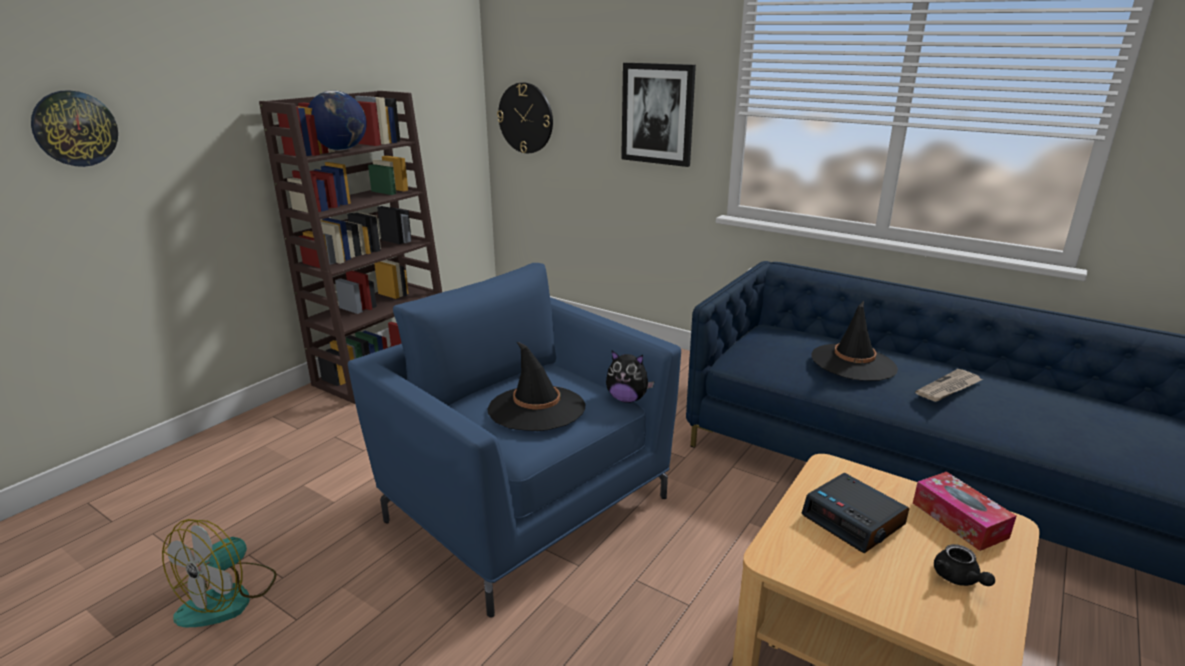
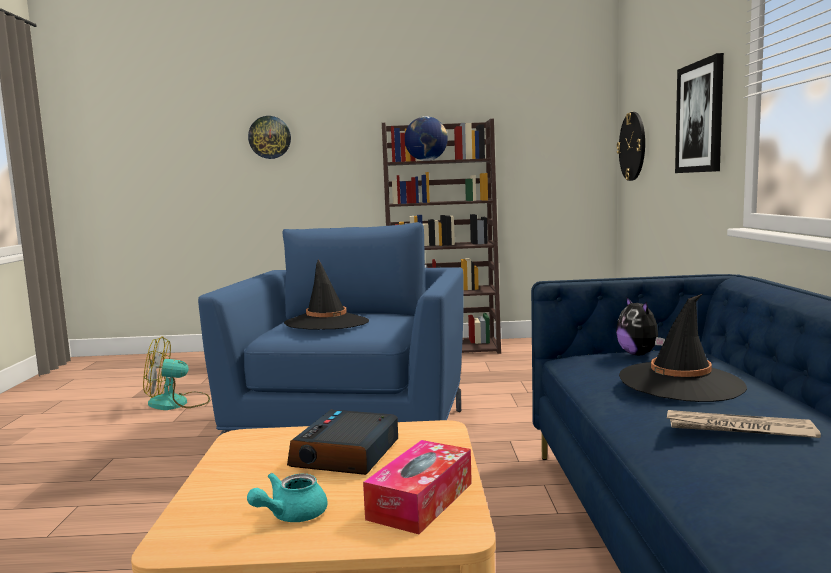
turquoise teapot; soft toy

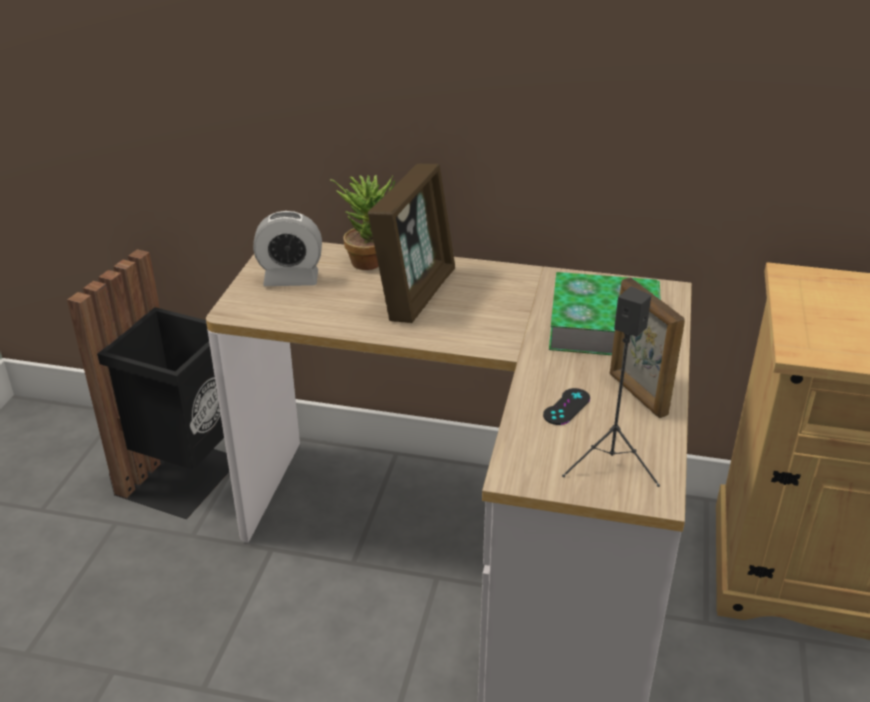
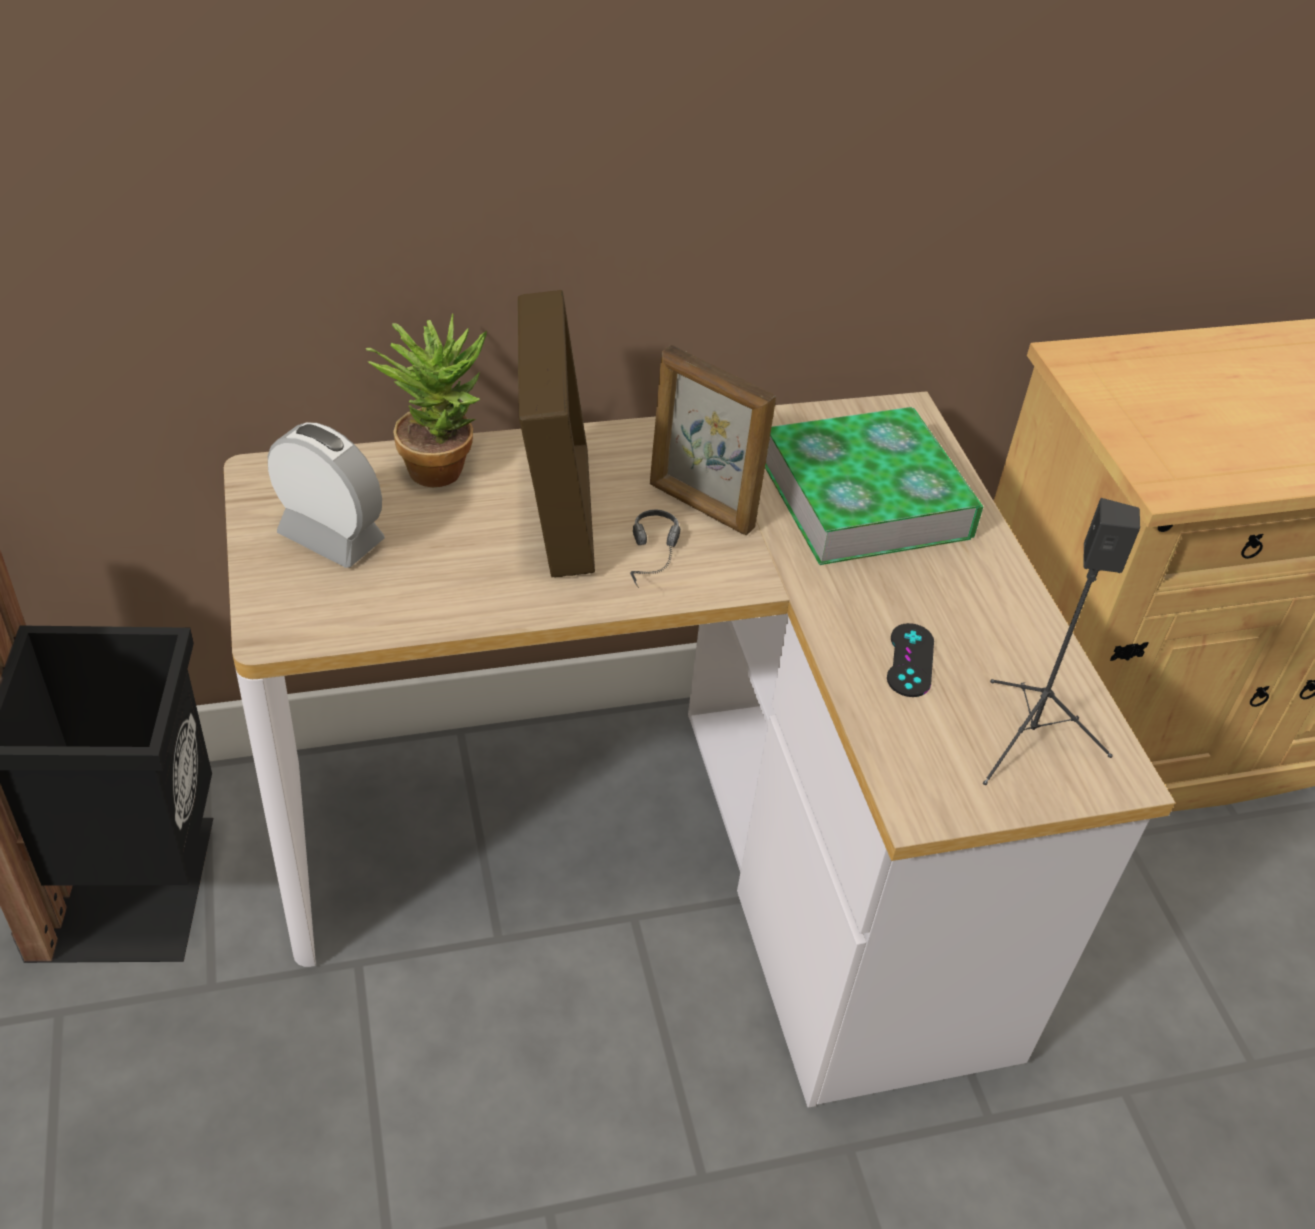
alarm clock; pair of headphones; picture frame (no. 2 from left)

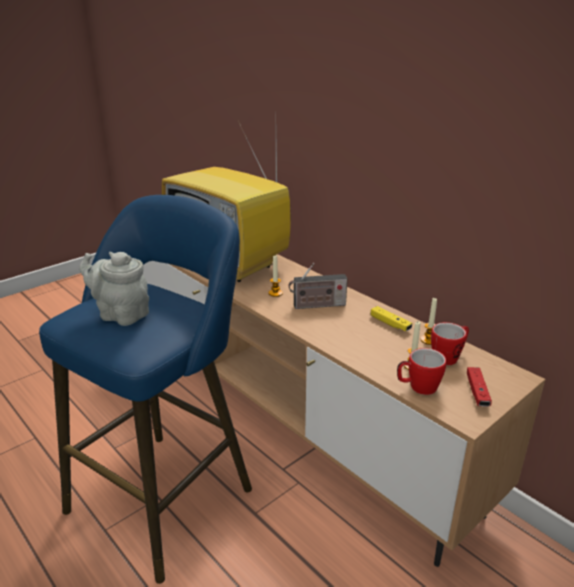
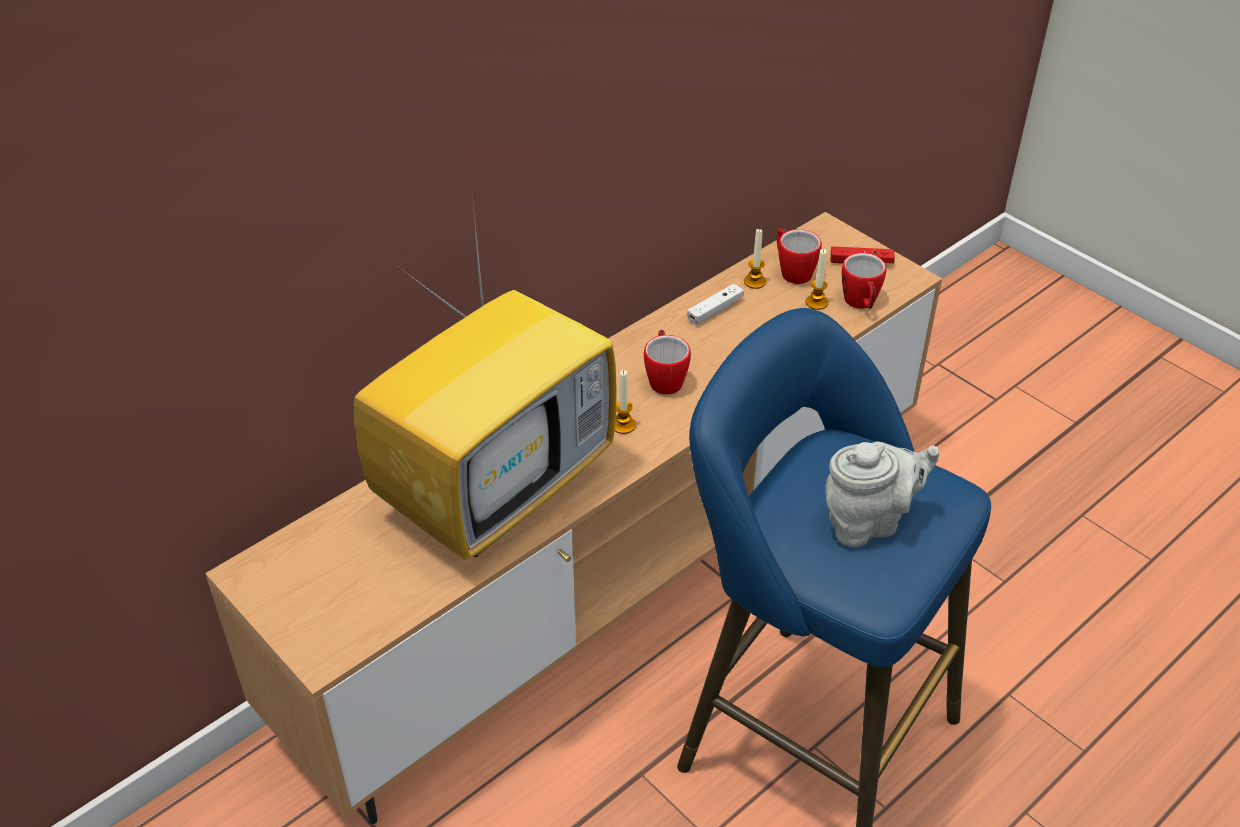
tea mug (no. 1 from left); white-coloured joypad; greyish teapot

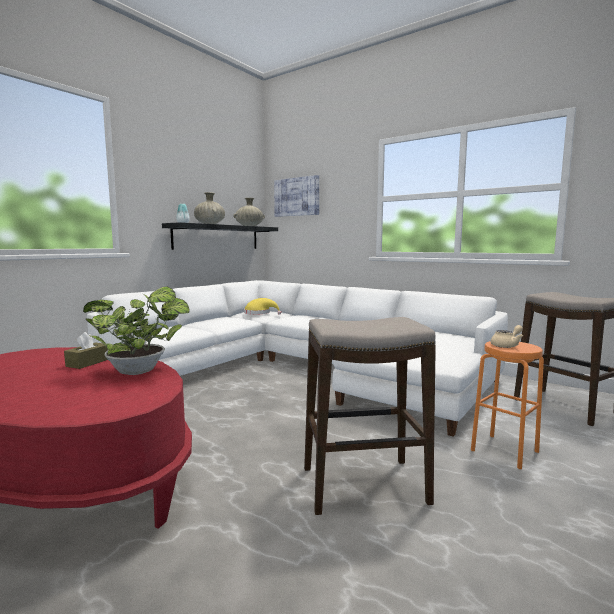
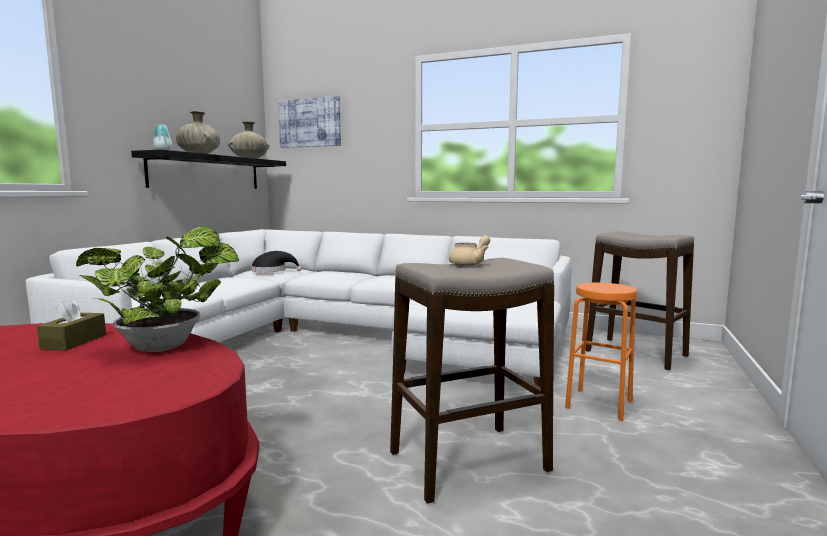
blackish clothing hat; beige-coloured teapot

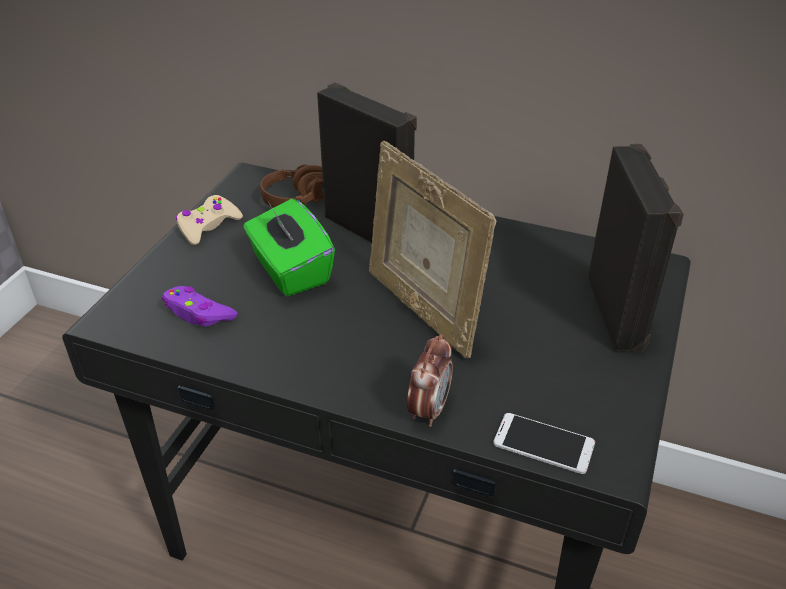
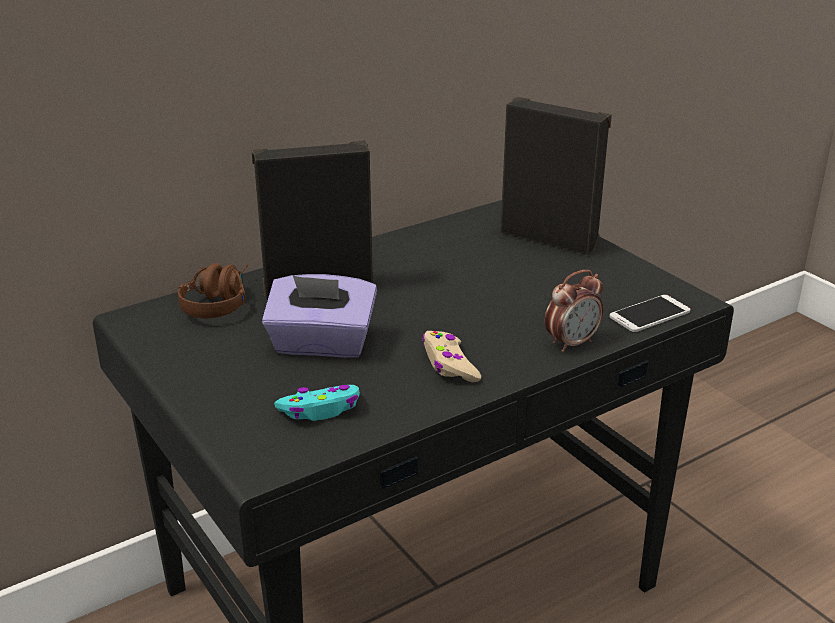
purplish tissue holder; turquoise joypad; beige-coloured joypad; alarm clock; picture frame

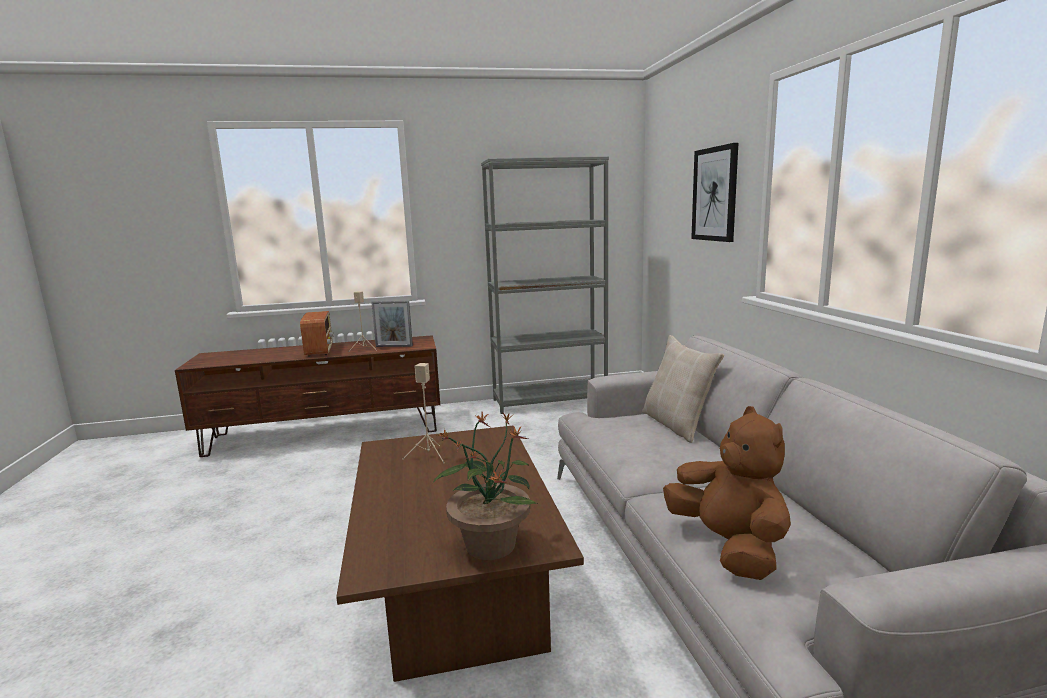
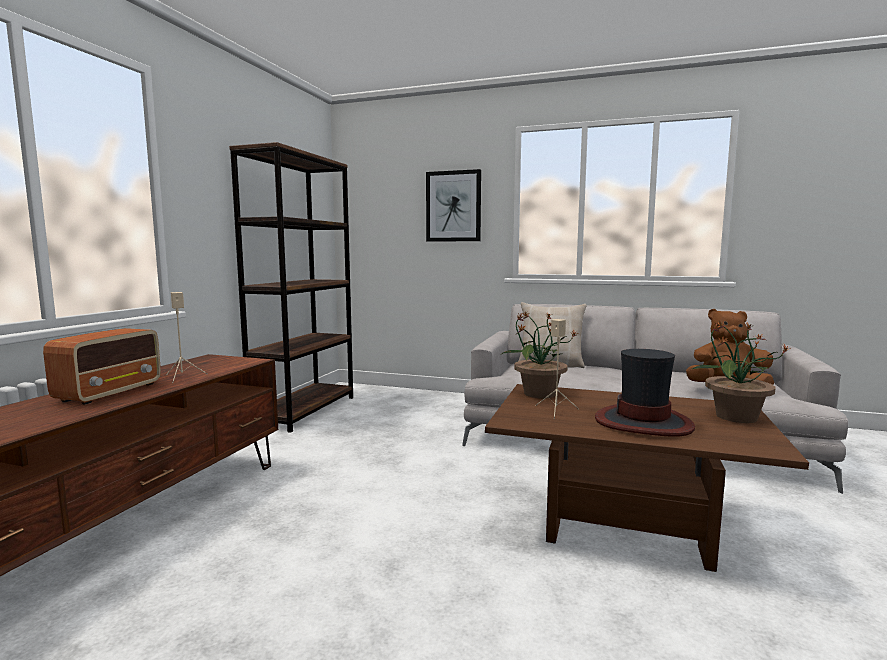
radio receiver; brown shelving unit; potted plant (no. 1 from left); clothing hat; picture frame

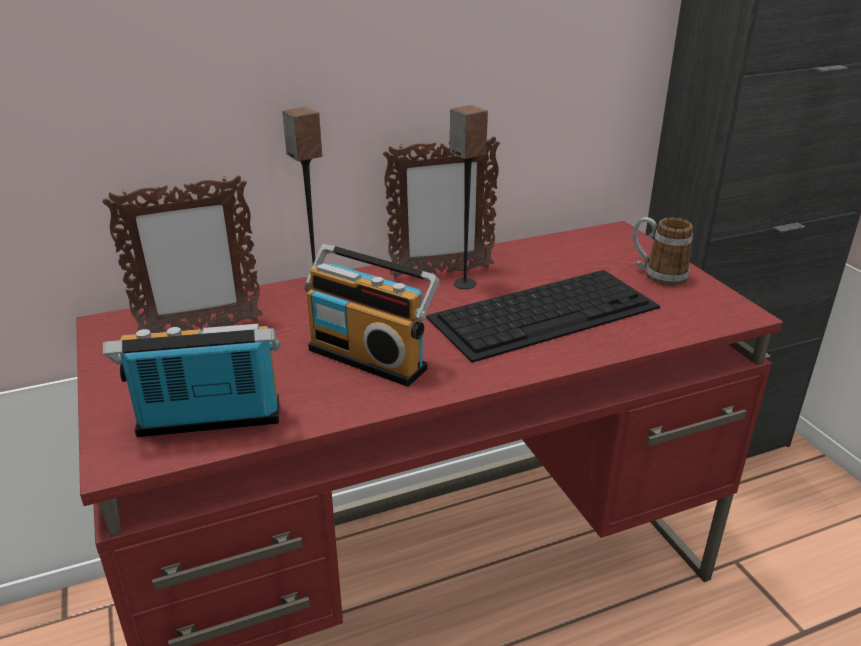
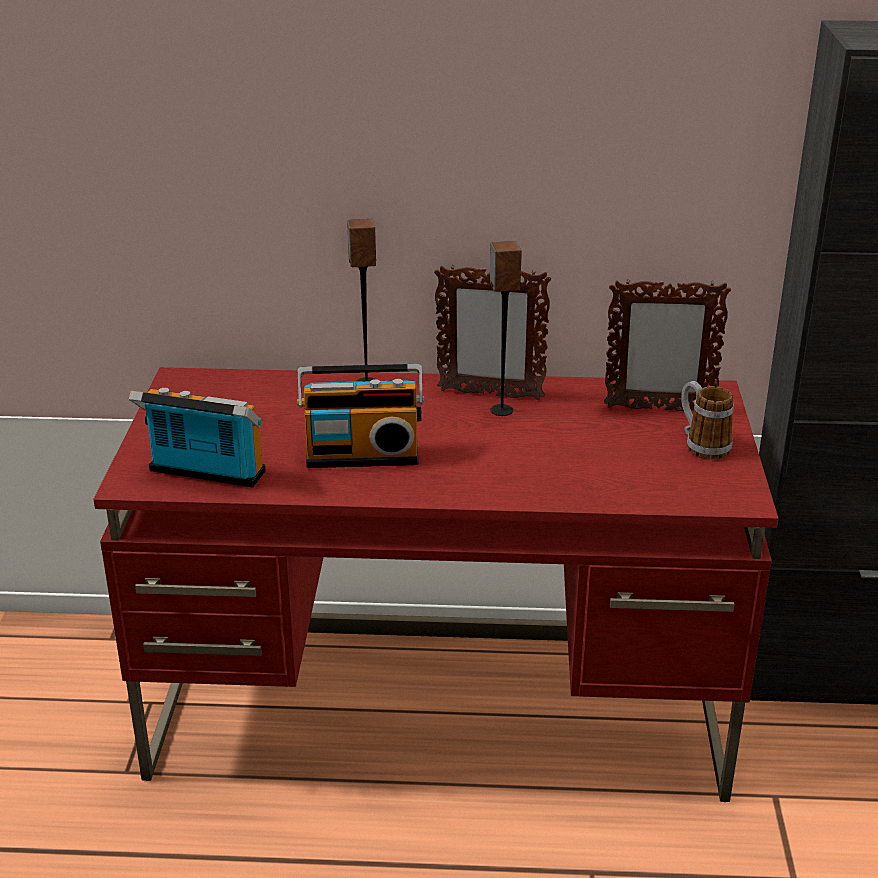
radio receiver (no. 2 from left); picture frame (no. 2 from left); keyboard

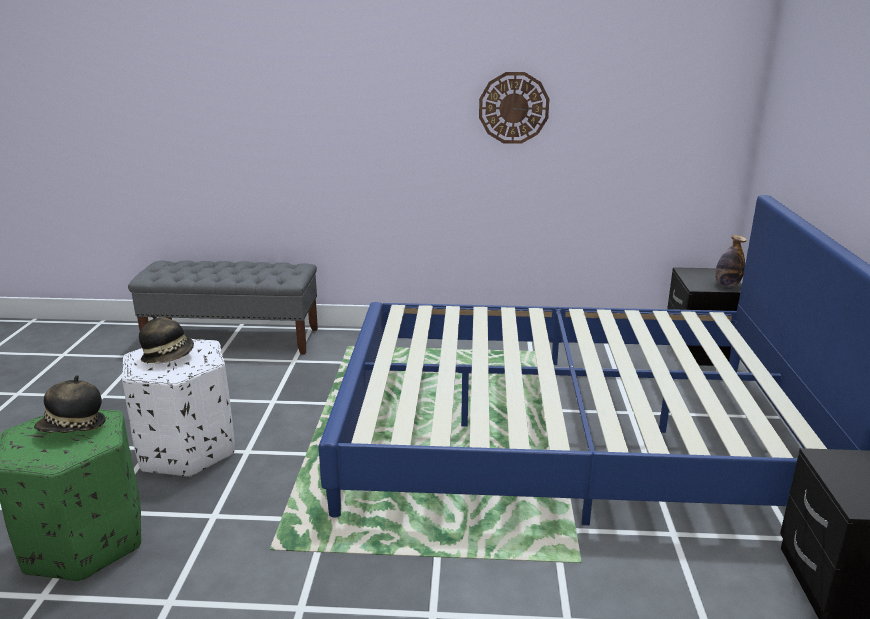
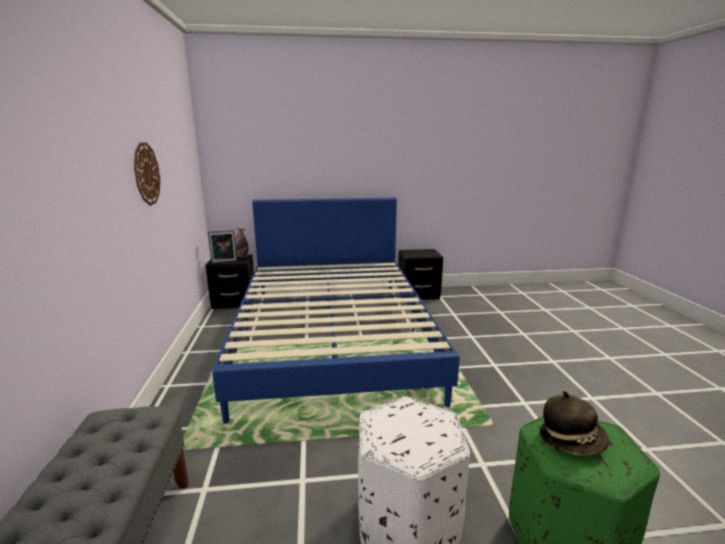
picture frame; clothing hat (no. 2 from left in the first image)

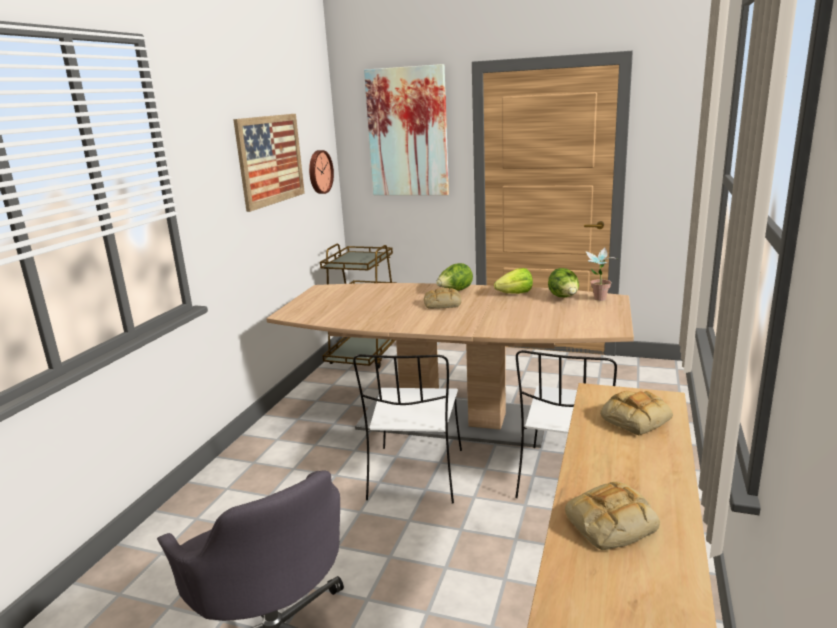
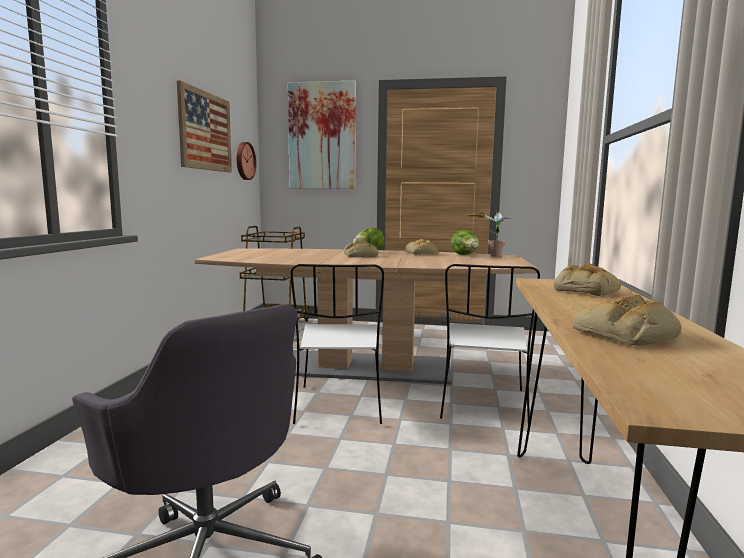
baked bread (no. 2 from left)

